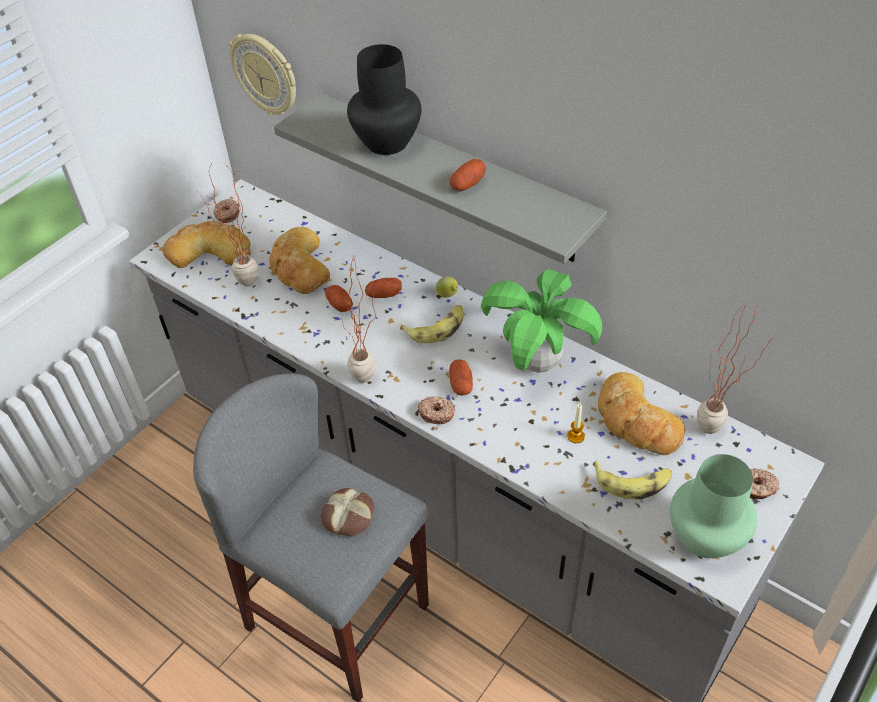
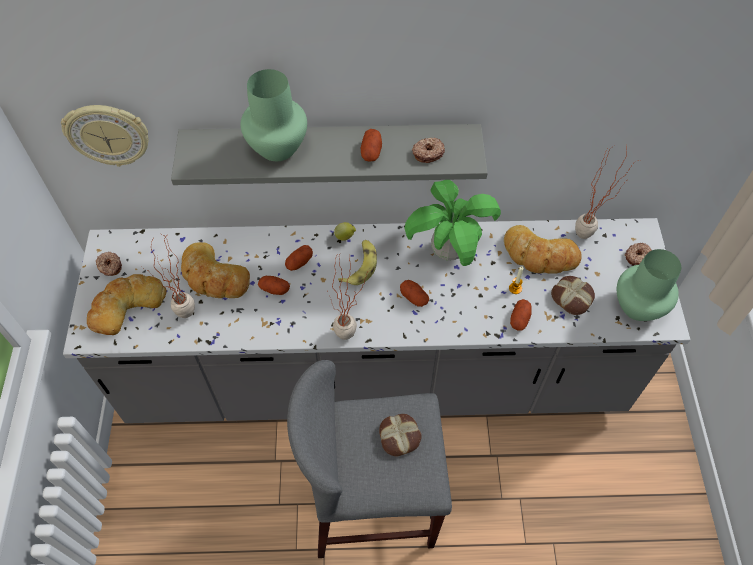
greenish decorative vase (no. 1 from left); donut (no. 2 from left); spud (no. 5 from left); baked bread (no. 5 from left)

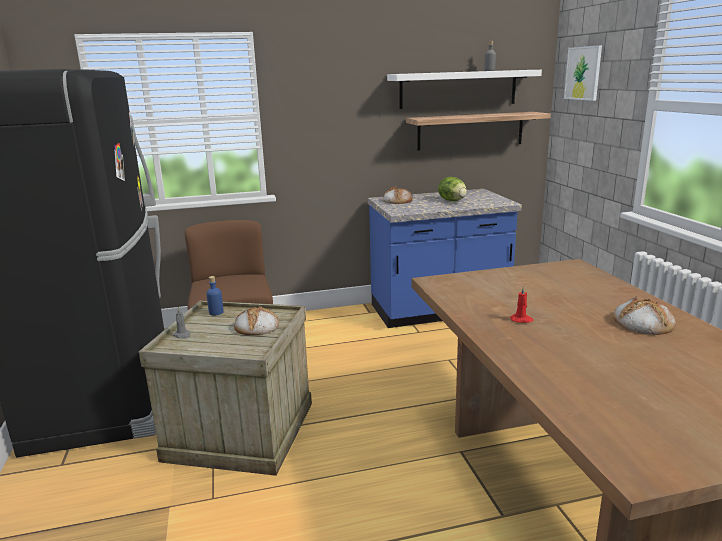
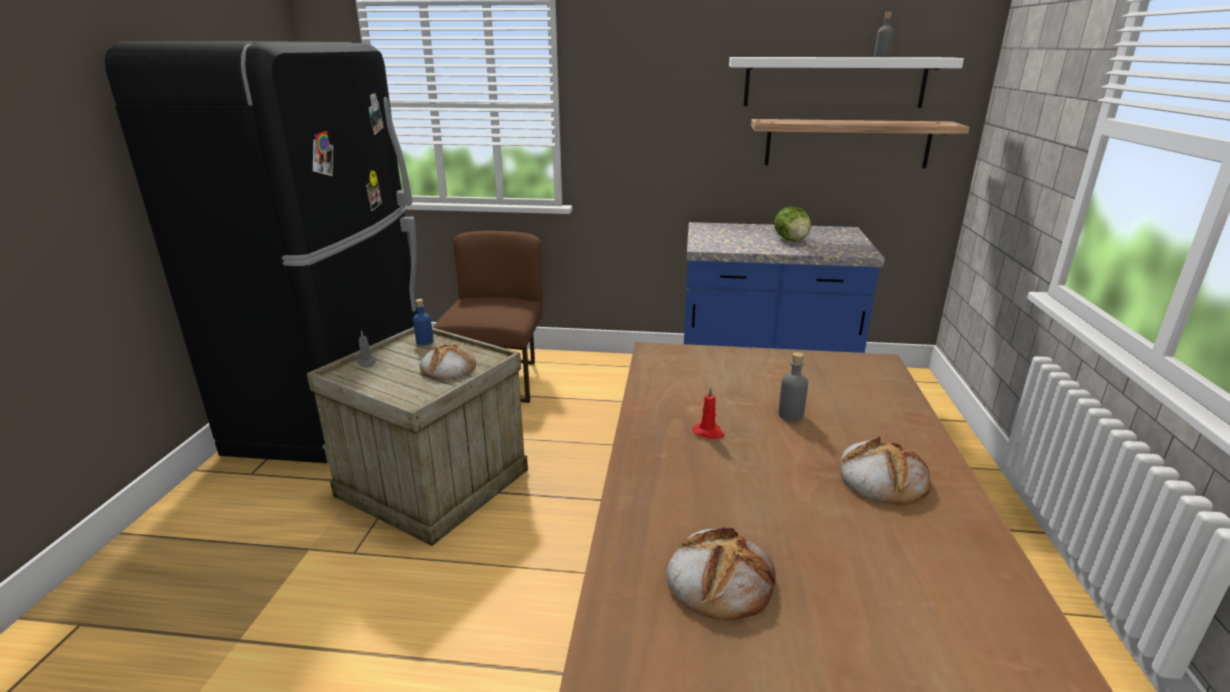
baked bread (no. 2 from left); greyish bottle (no. 1 from left); wall art

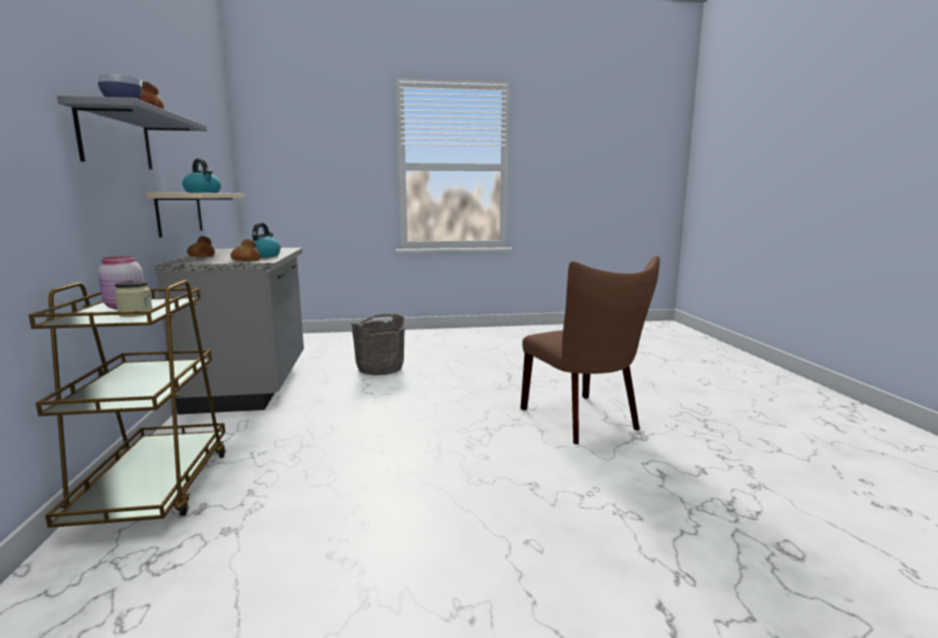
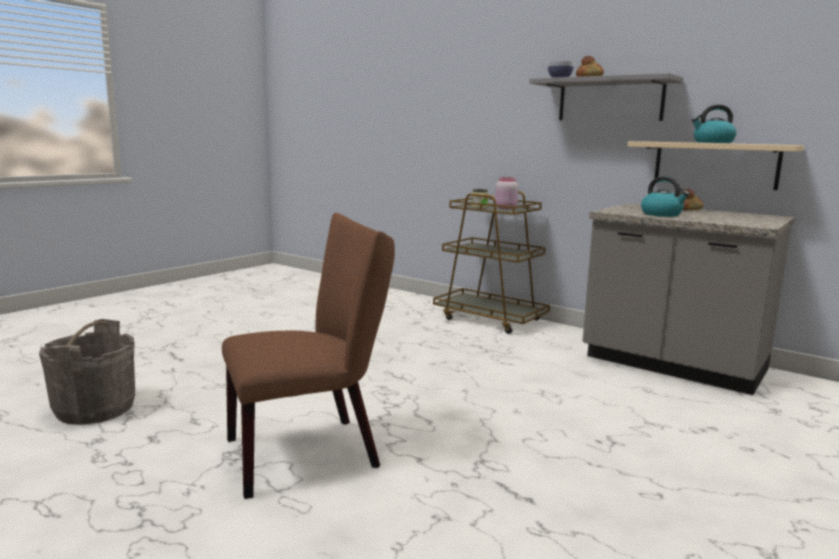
greyish pail; brown chair; baked bread (no. 3 from left in the first image)

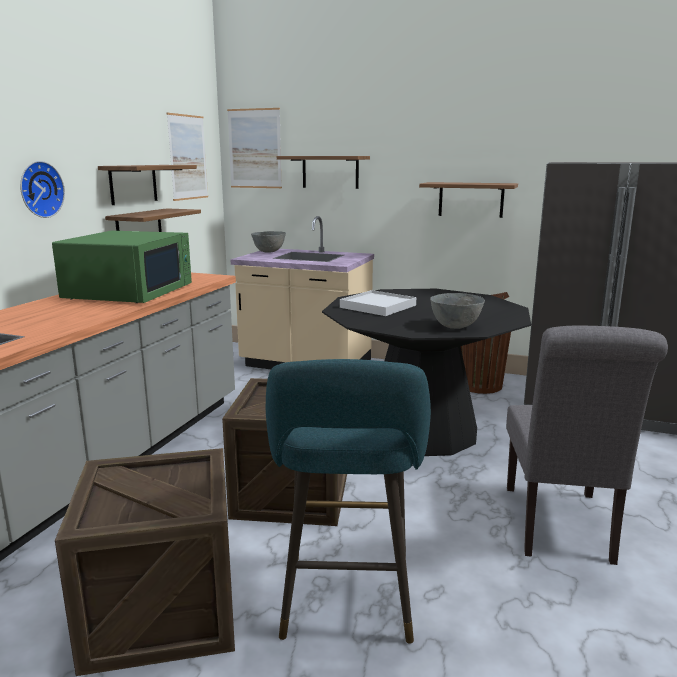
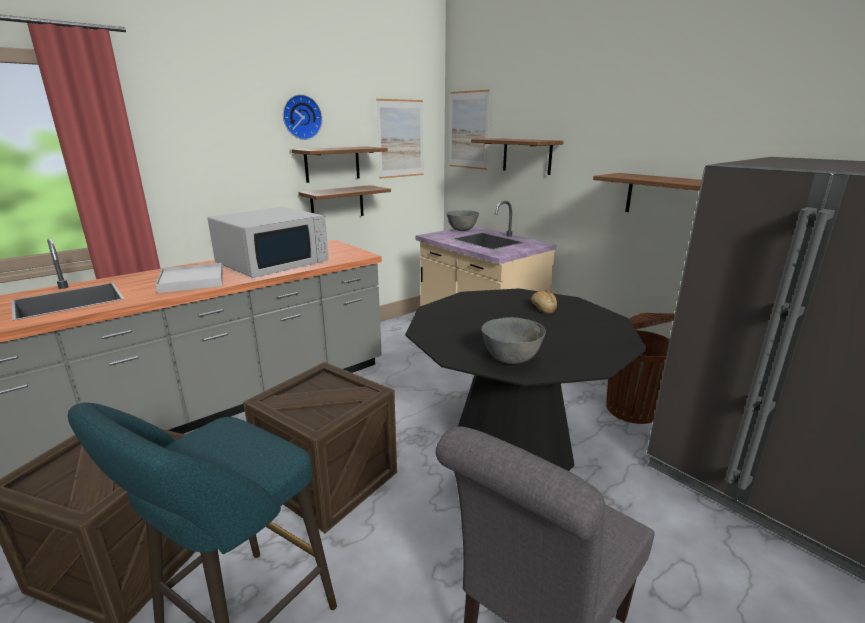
white-coloured carrying tray; white-coloured microwave oven; clock on the wall; baked bread

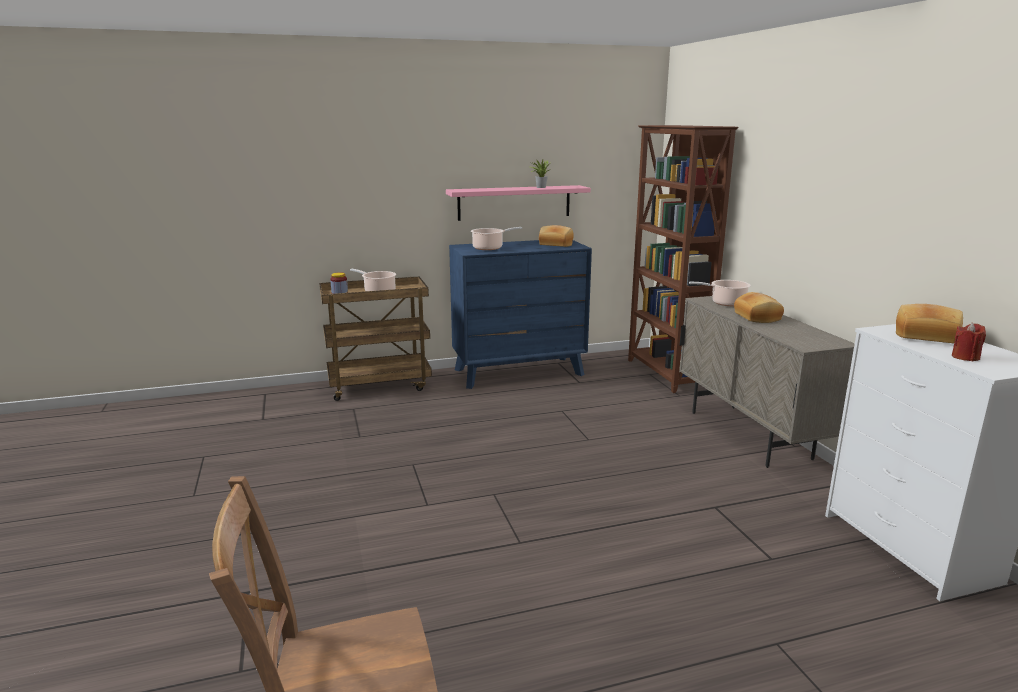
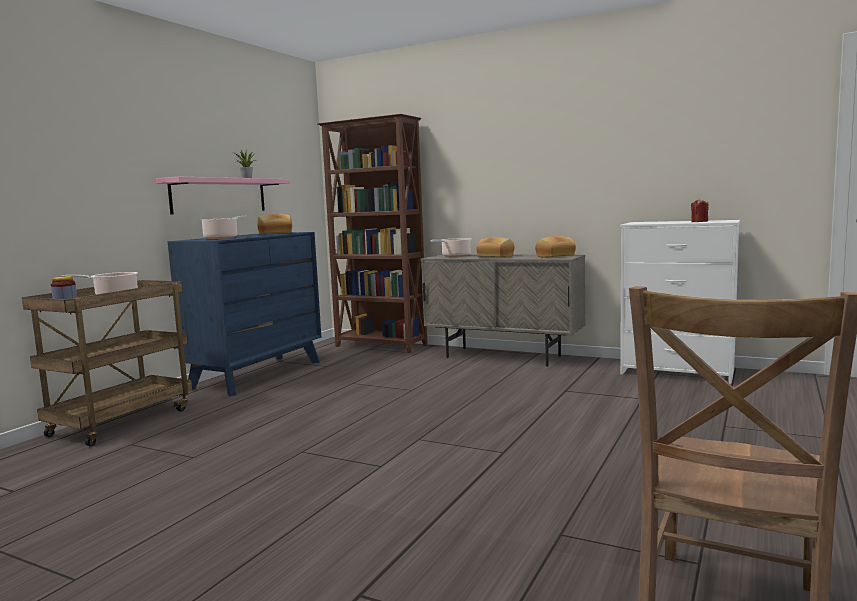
baked bread (no. 3 from left)

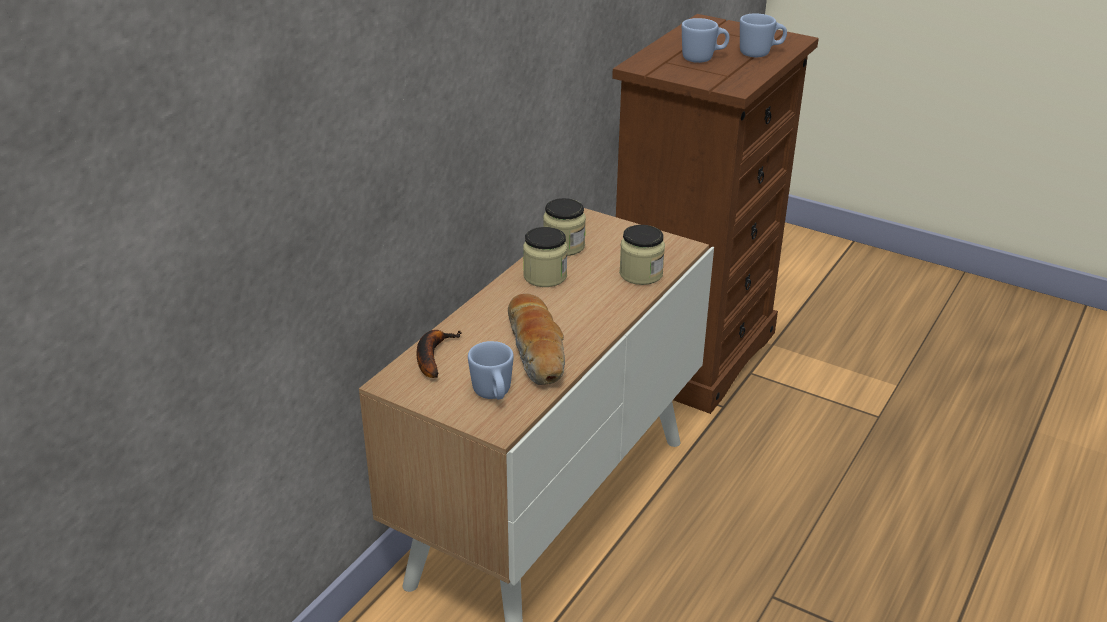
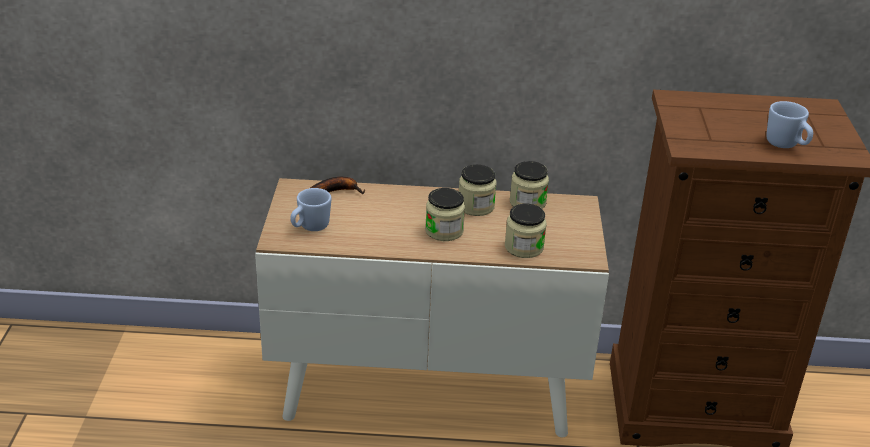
jar (no. 1 from left); baked bread; blue tea mug (no. 2 from left in the first image)

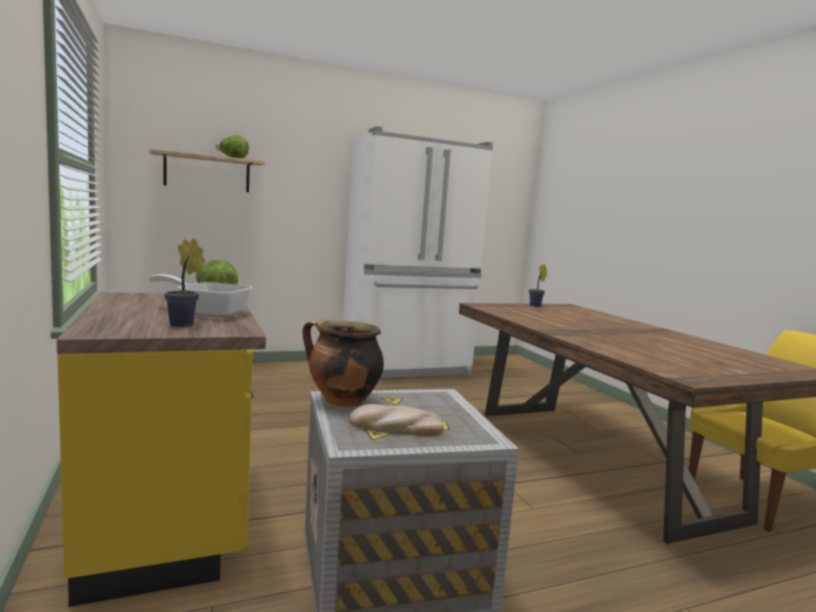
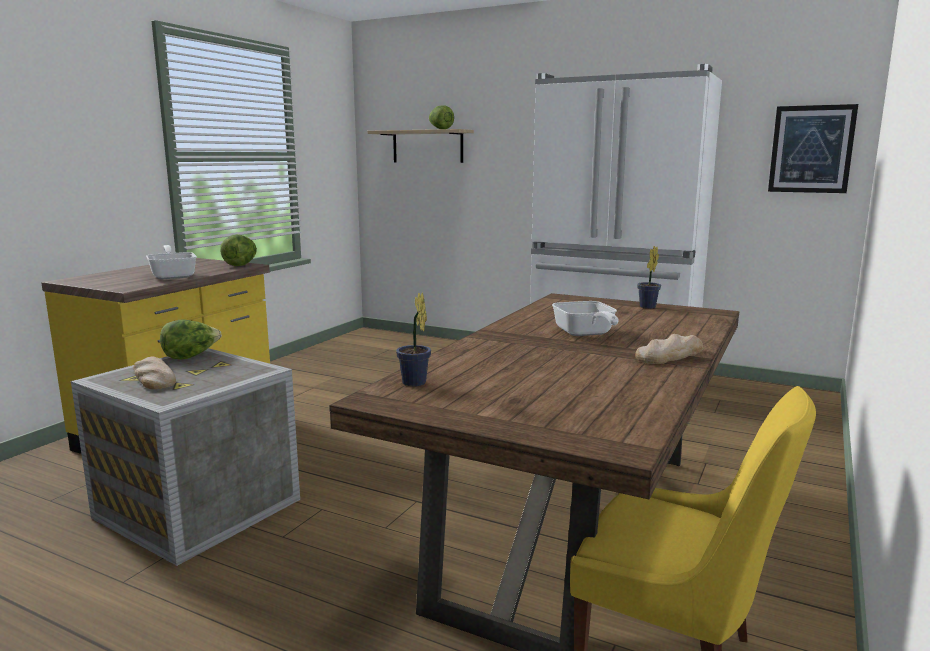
lettuce head (no. 1 from left); potted plant (no. 1 from left); pan (no. 2 from left); baked bread (no. 2 from left); wall art

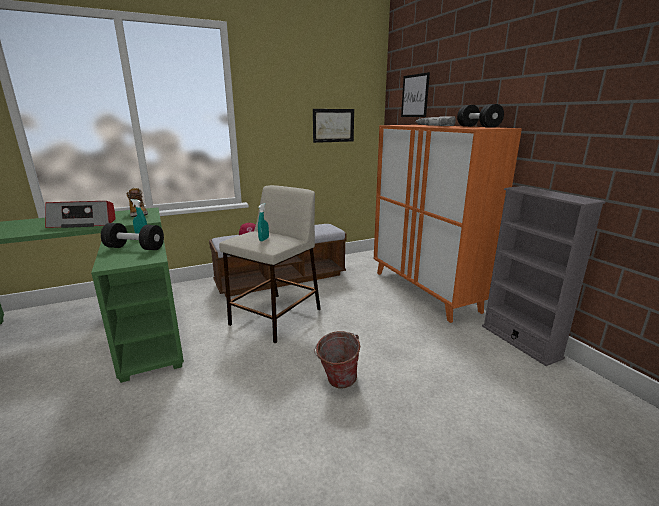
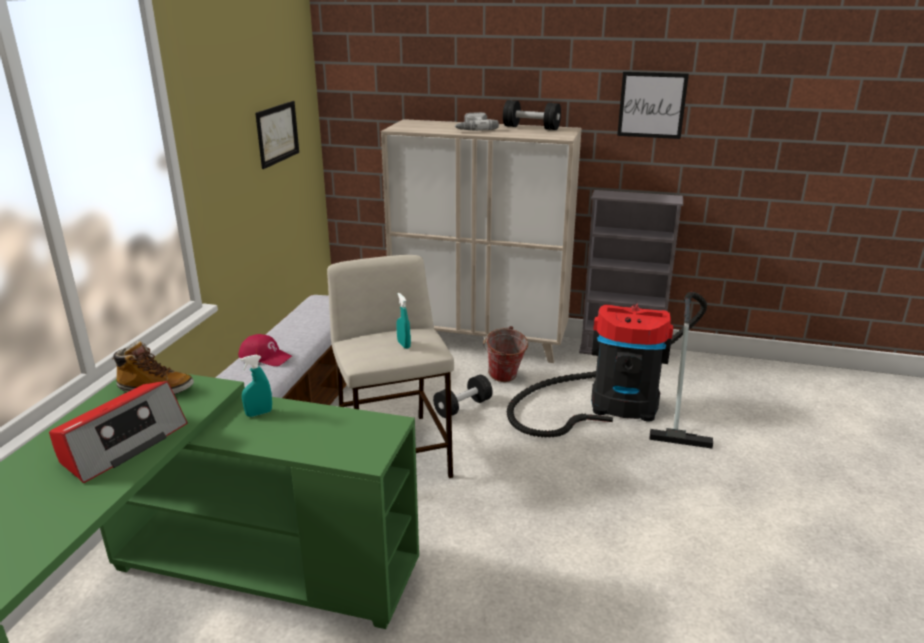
beige-coloured cabinet; blackish hand weight (no. 1 from left); pail; hoover; wall art (no. 2 from left)

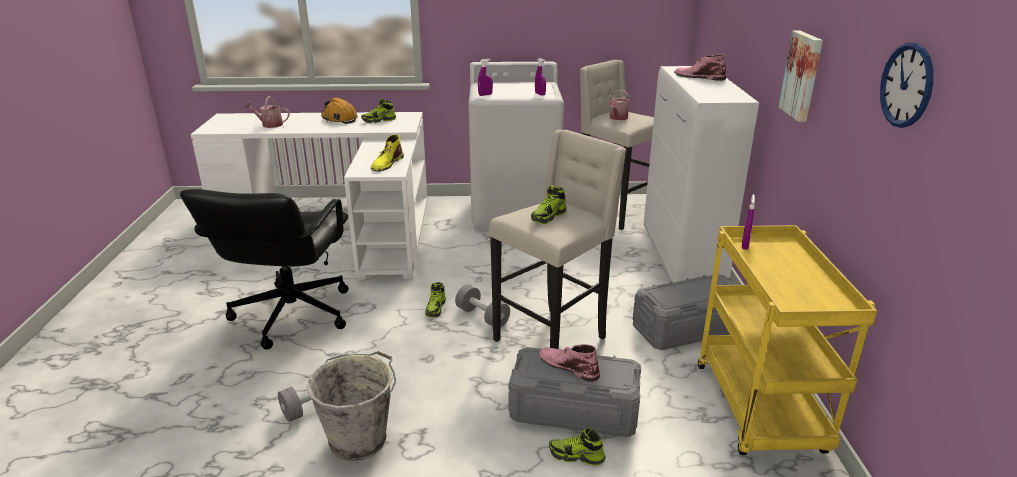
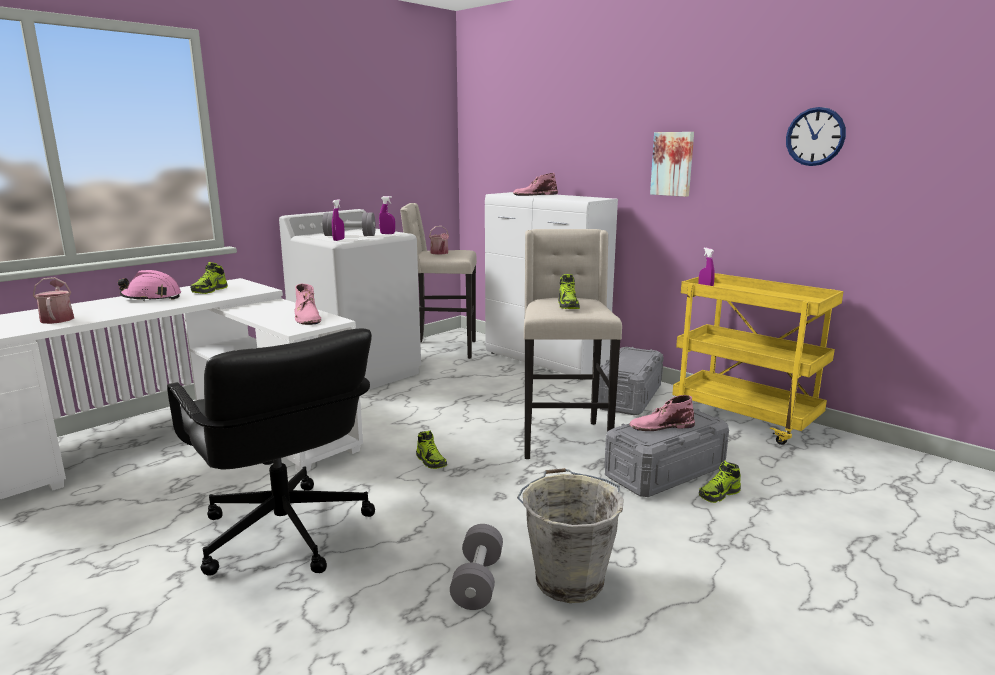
sprinkling can (no. 1 from left); pinkish safety helmet; pinkish boot (no. 1 from left); greyish hand weight (no. 1 from left)

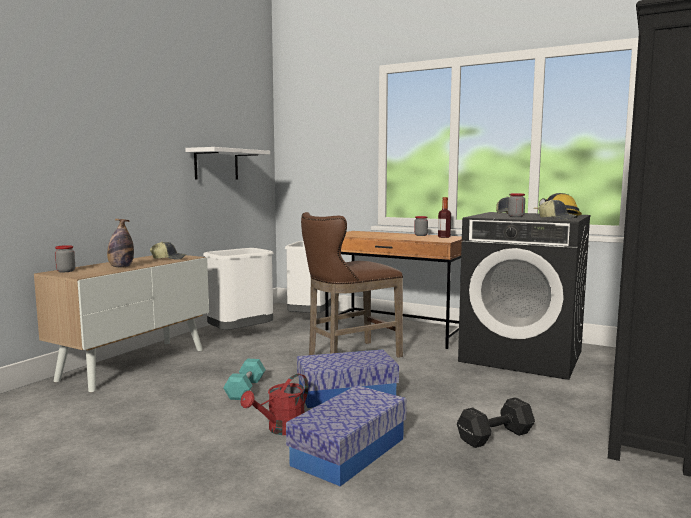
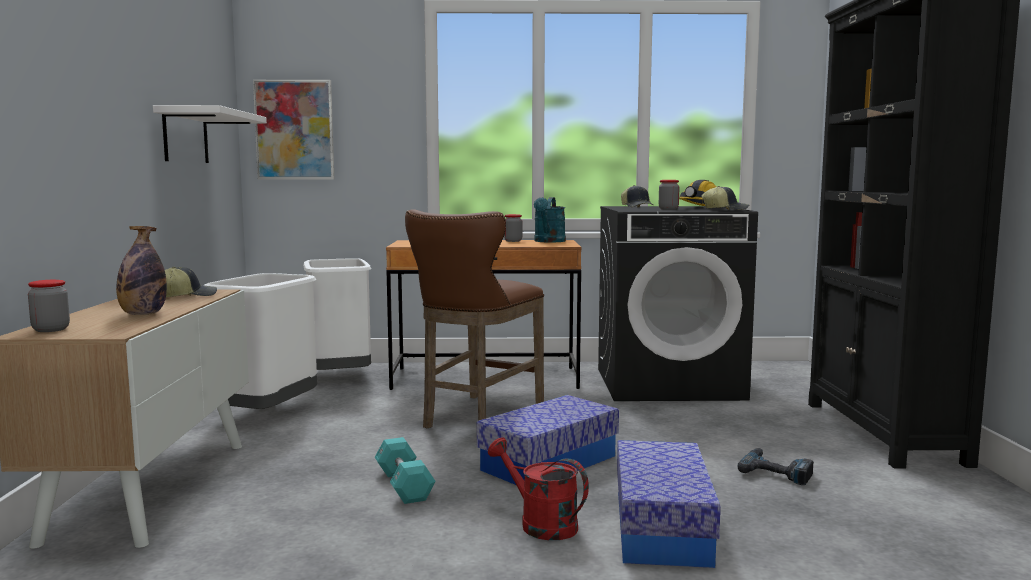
wall art; reddish sprinkling can; turquoise sprinkling can; drill

